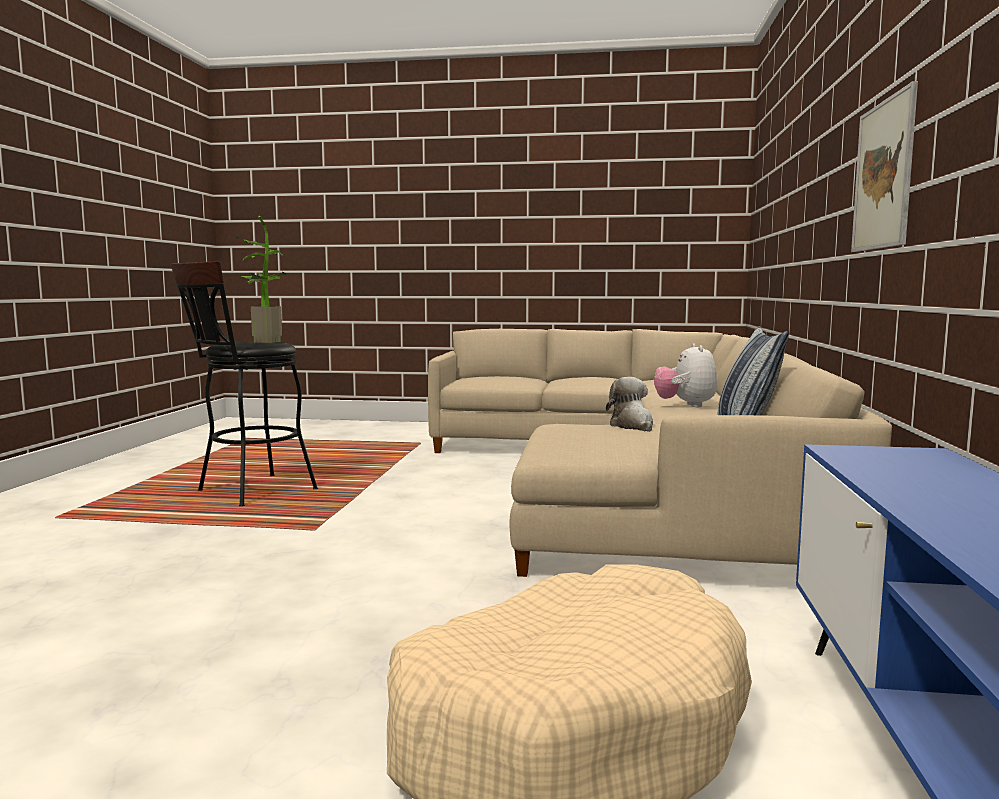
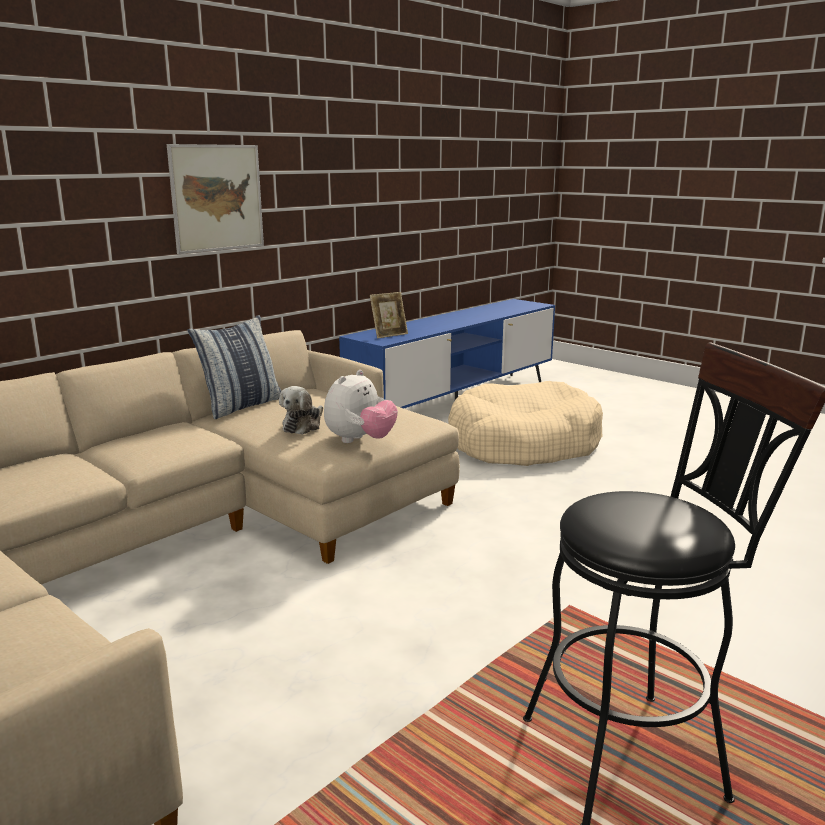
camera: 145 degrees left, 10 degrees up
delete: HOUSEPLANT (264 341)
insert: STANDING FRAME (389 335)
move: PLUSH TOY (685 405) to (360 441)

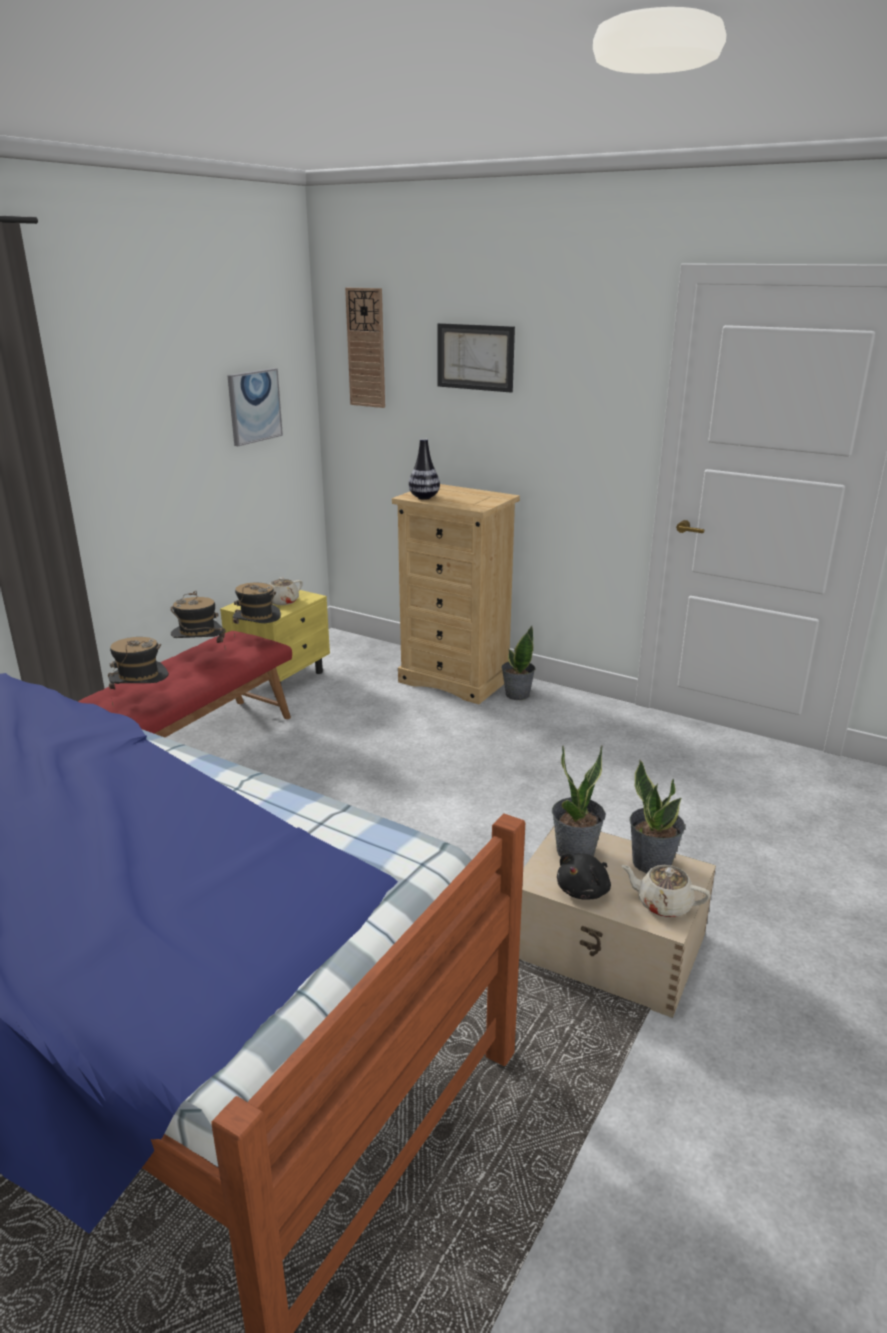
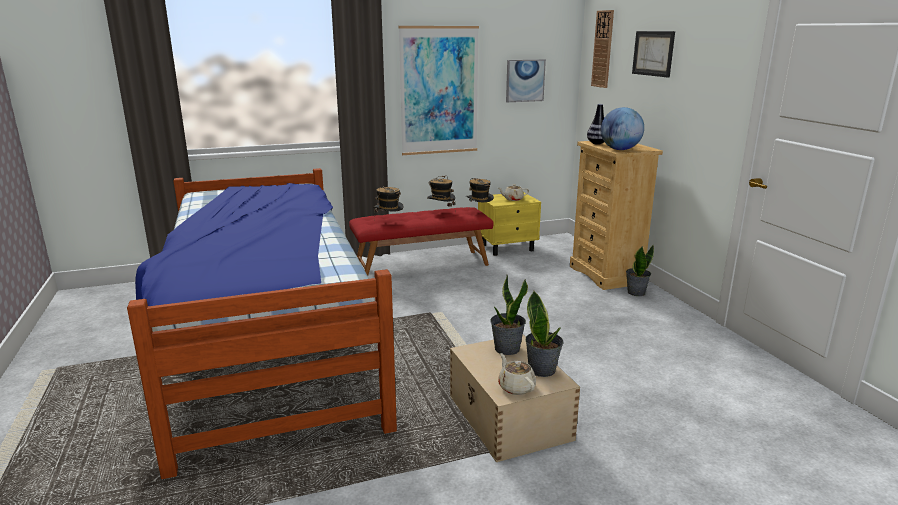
camera: 40 degrees right, 5 degrees down
delete: BLACKISH PLUSH TOY (584 890)
insert: WALL ART (439 91); WORLD GLOBE (620 149)

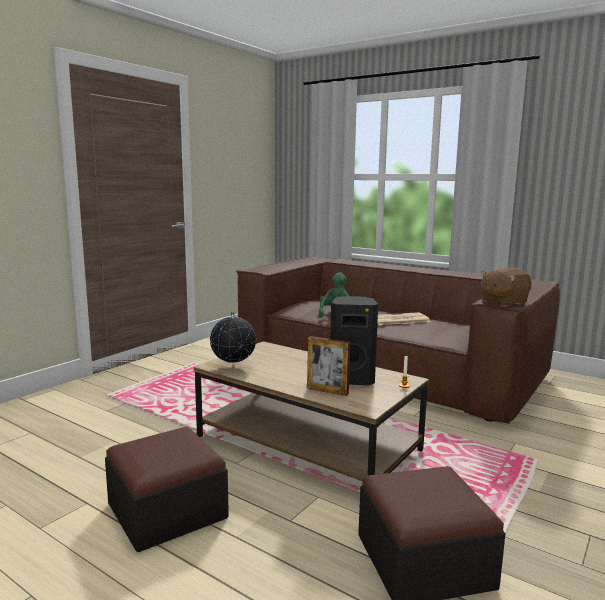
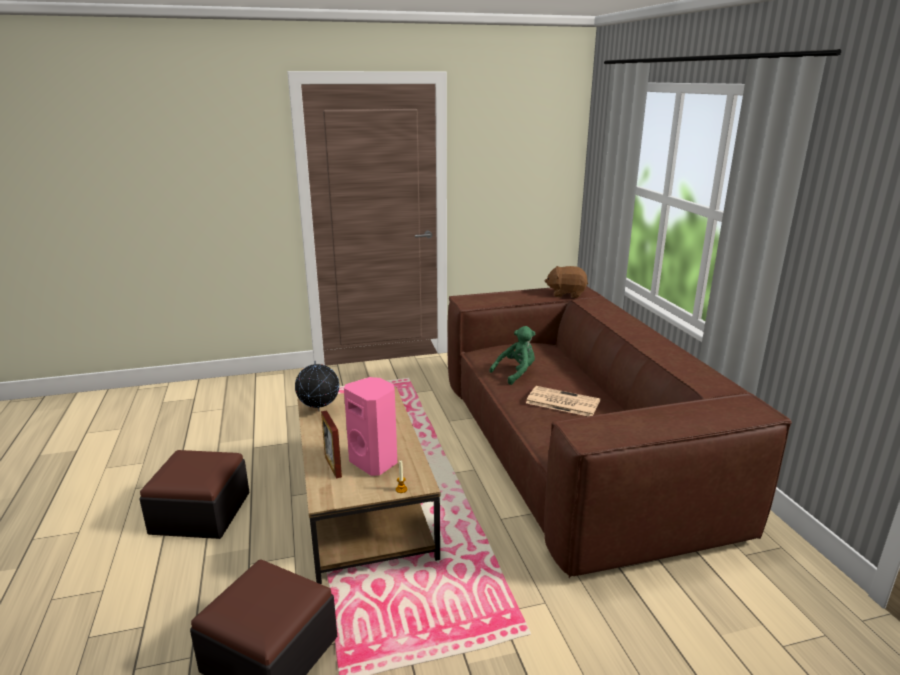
camera: 40 degrees right, 10 degrees up
move: BROWNISH PLUSH TOY (503 302) to (566 294)
recolor: BLACKISH AUDIO SPEAKER (352 379) to PINK AUDIO SPEAKER (375 462)

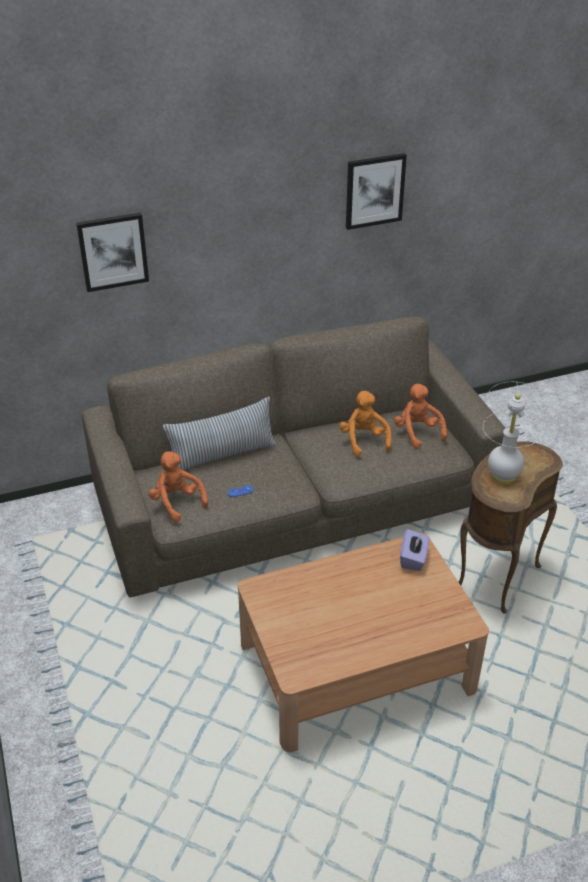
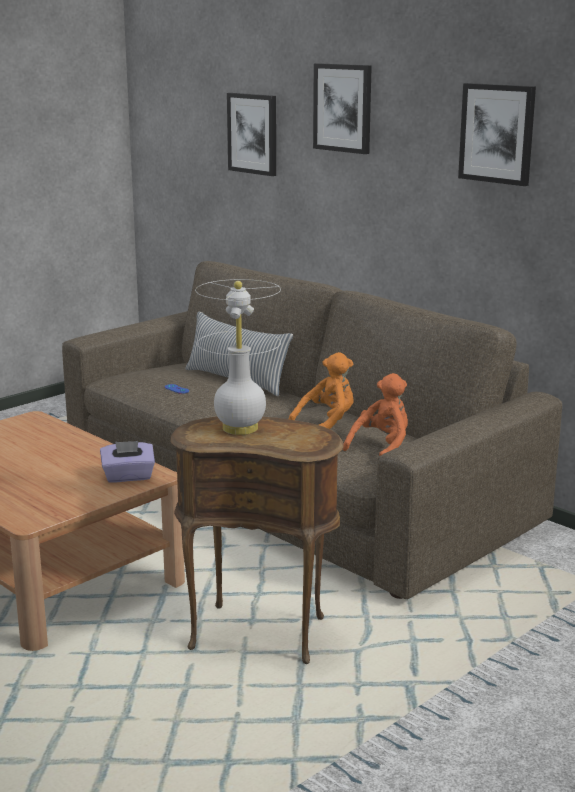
camera: 65 degrees right, 20 degrees down
delete: ORANGEY PLUSH TOY (177 502)
insert: WALL ART (343 108)

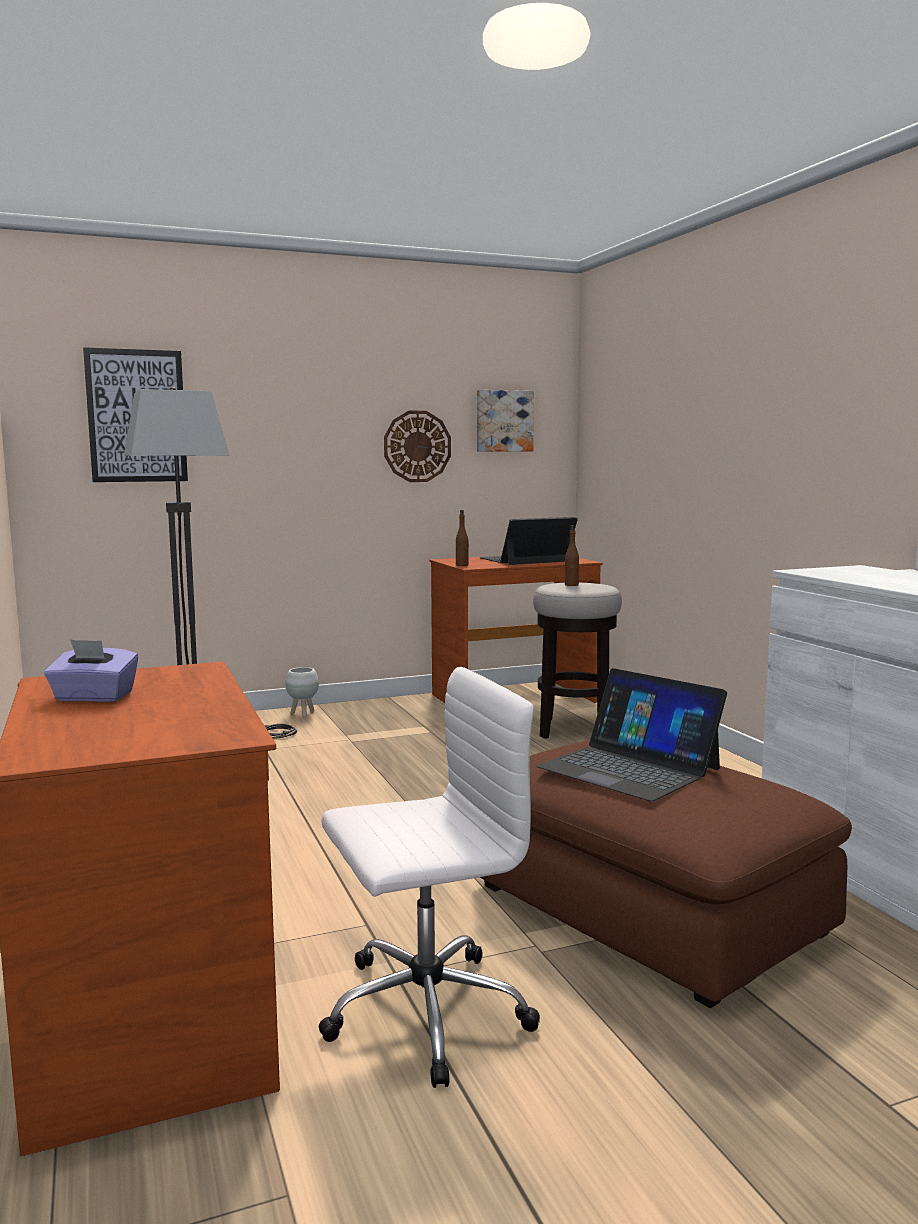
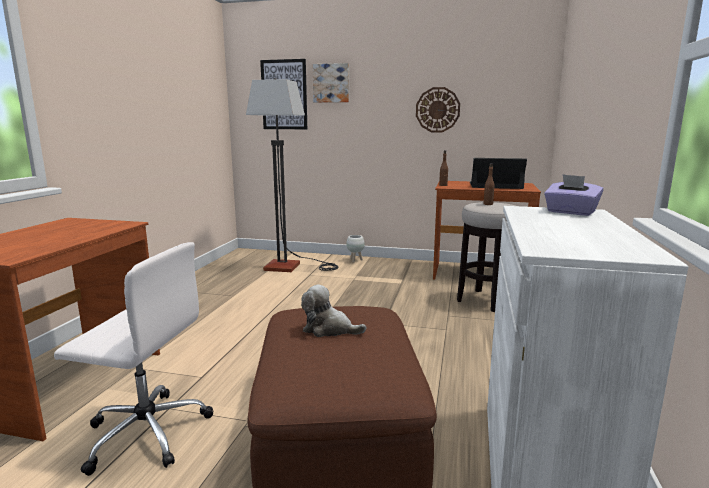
camera: 35 degrees right, 5 degrees up
move: PURPLISH TISSUE HOLDER (93 697) to (570 212); WALL ART (503 421) to (331 83)
replace: PORTABLE COMPUTER (629 767) to PLUSH TOY (329 329)

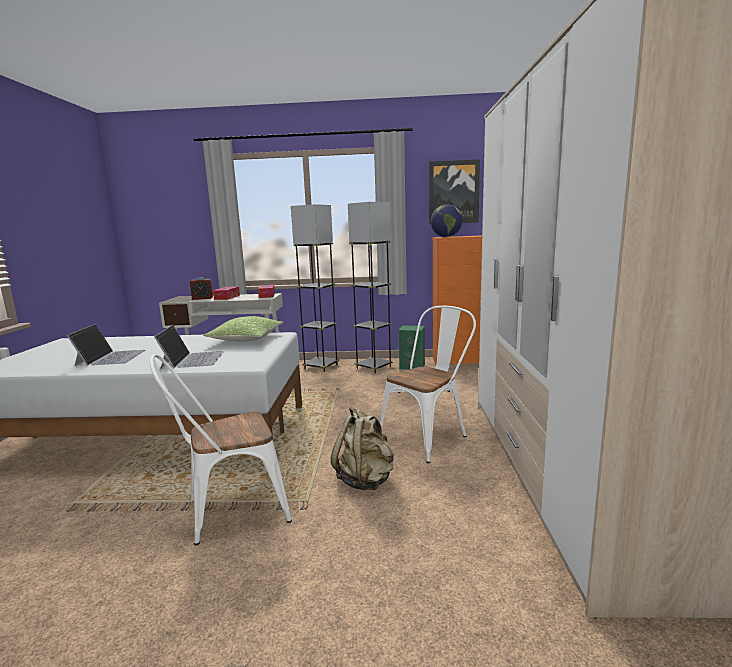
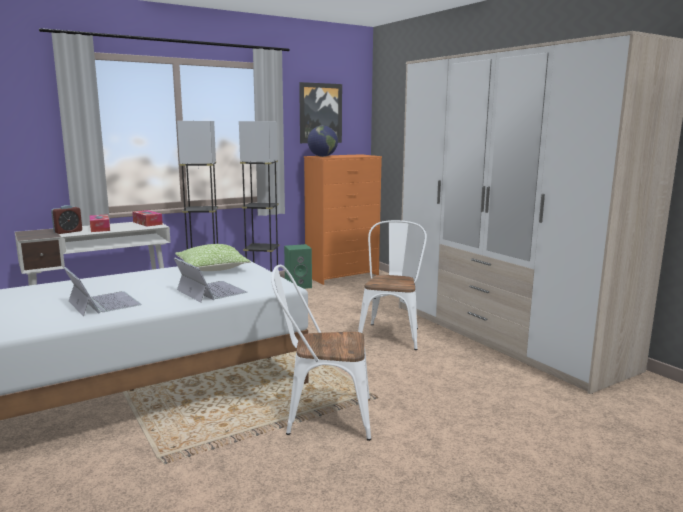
camera: 35 degrees left, 0 degrees up
delete: SAND-COLOURED KNAPSACK (365 480)
rotate: WHITE CHAIR (228 511) = (321 416) 60 degrees clockwise

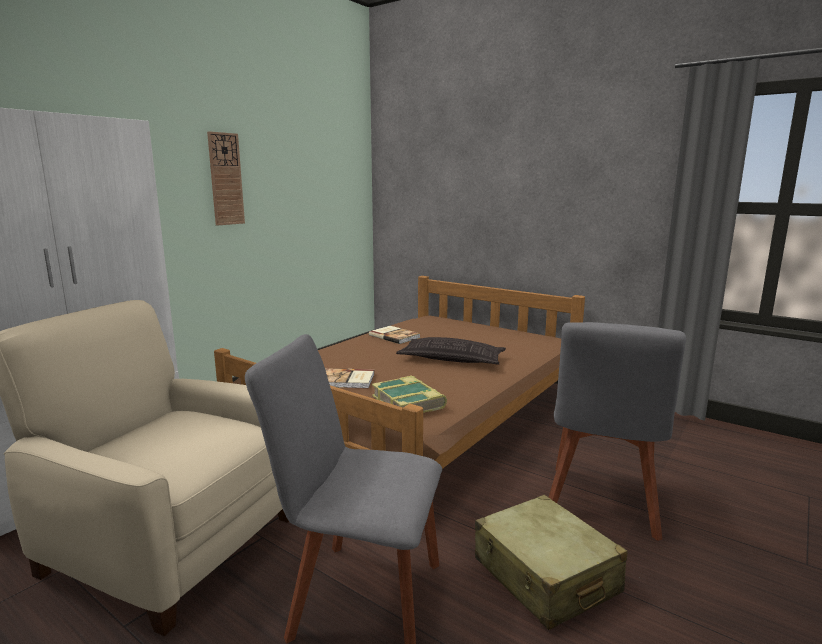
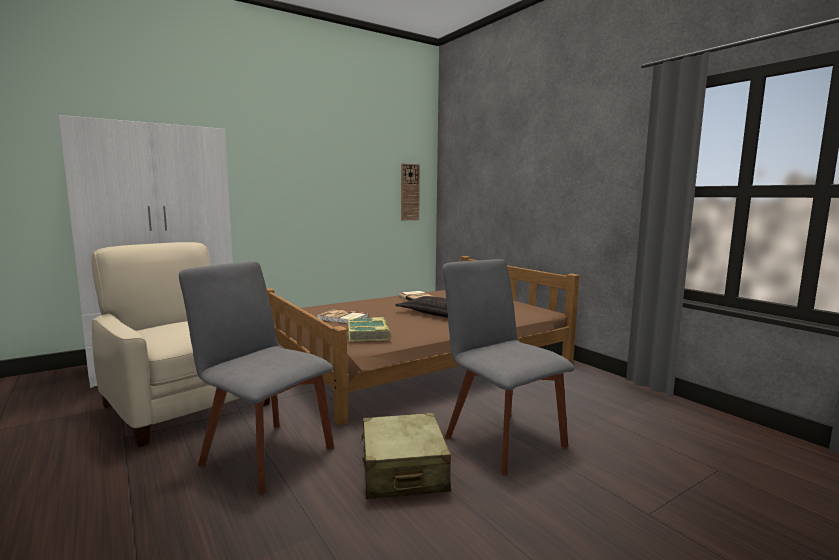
camera: 20 degrees right, 5 degrees down
move: HANGING CLOCK (226 179) to (409 192)
rotate: GREY CHAIR (601 505) = (501 438) 105 degrees clockwise

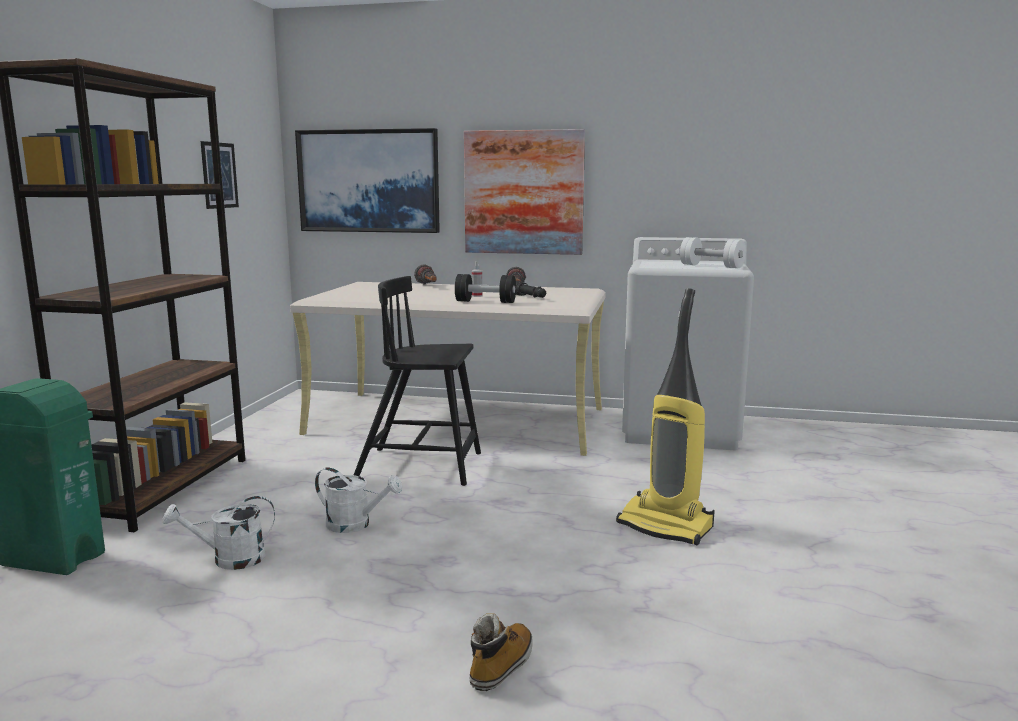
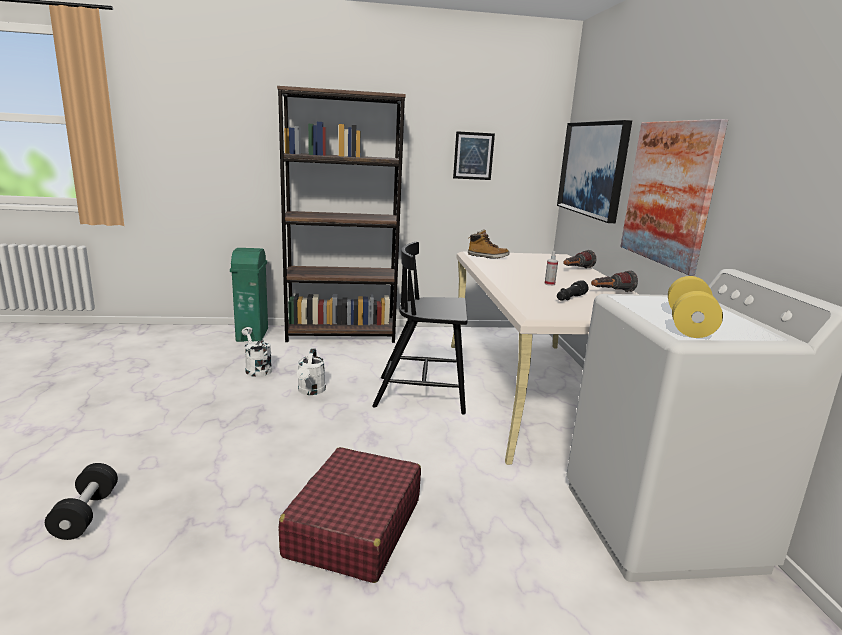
camera: 70 degrees right, 5 degrees up
move: BLACKISH DUMBBELL (485 302) to (86 514); HIGH-TOP BOOT (501 666) to (487 257)
replace: VACUUM (666 526) to RED PIECE OF LUGGAGE (354 527)
recolor: WHITE DUMBBELL (711 266) to YELLOWISH DUMBBELL (688 324)
rotate: BLACKISH CHAIR (422 466) = (423 394) 75 degrees counterclockwise

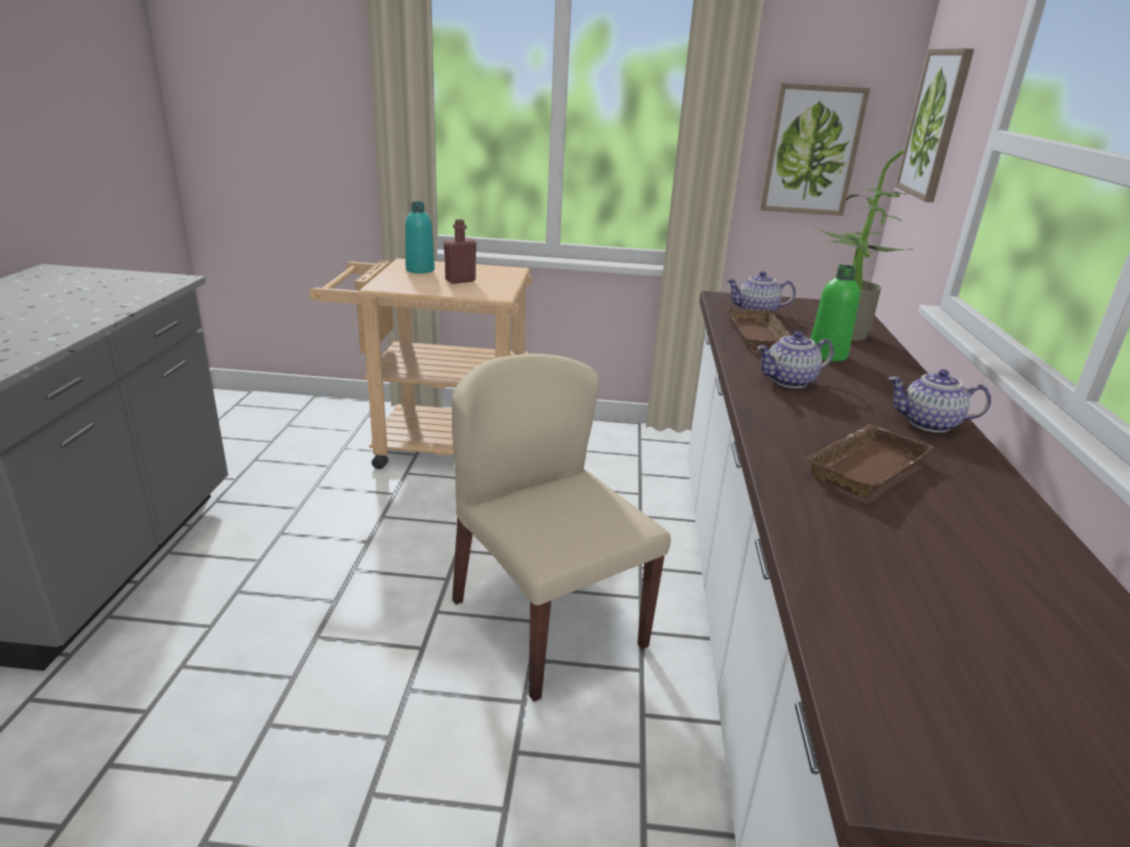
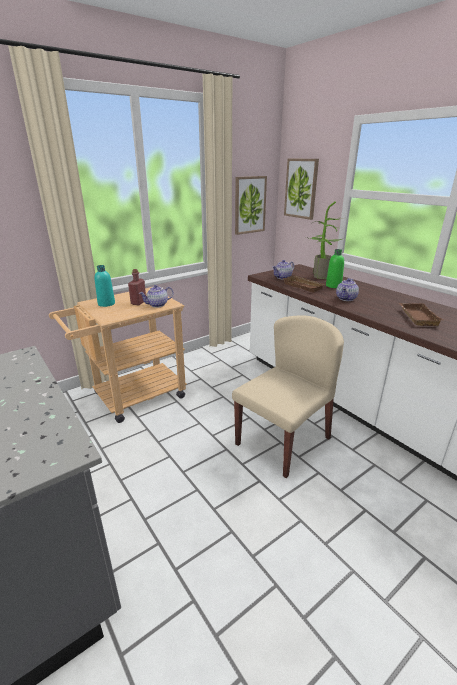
camera: 40 degrees left, 0 degrees up
move: TEAPOT (928 424) to (157 305)
rotate: SAND-COLOURED CHAIR (546 621) = (283 440) 120 degrees clockwise

